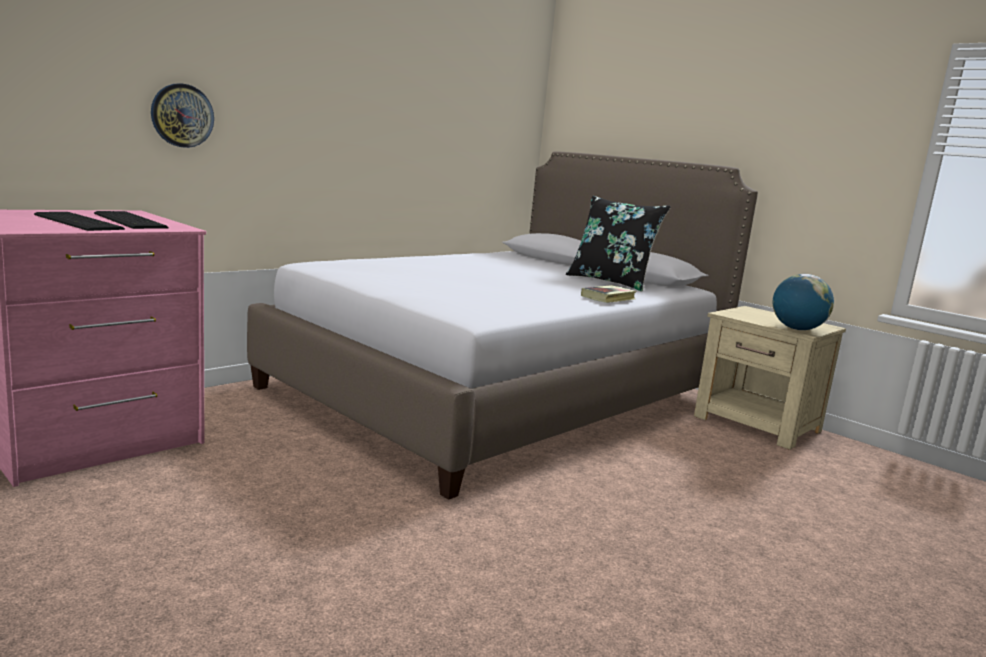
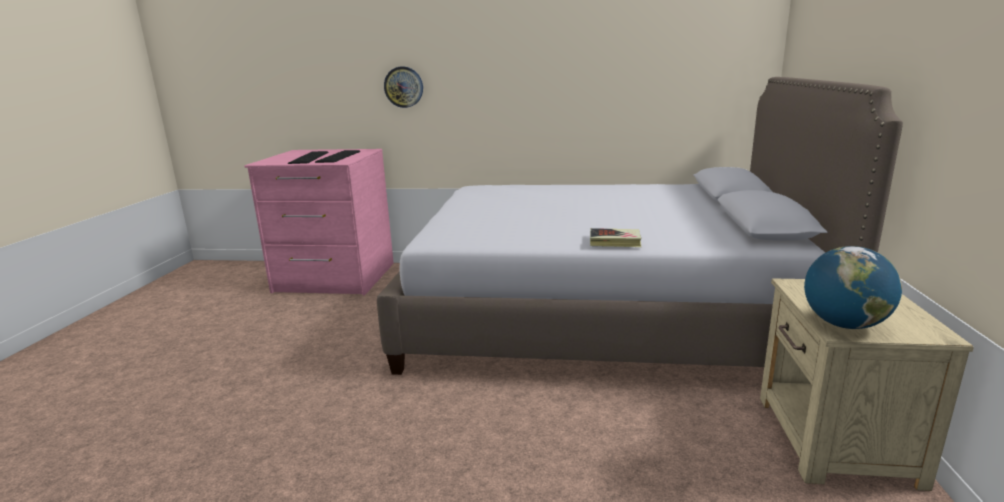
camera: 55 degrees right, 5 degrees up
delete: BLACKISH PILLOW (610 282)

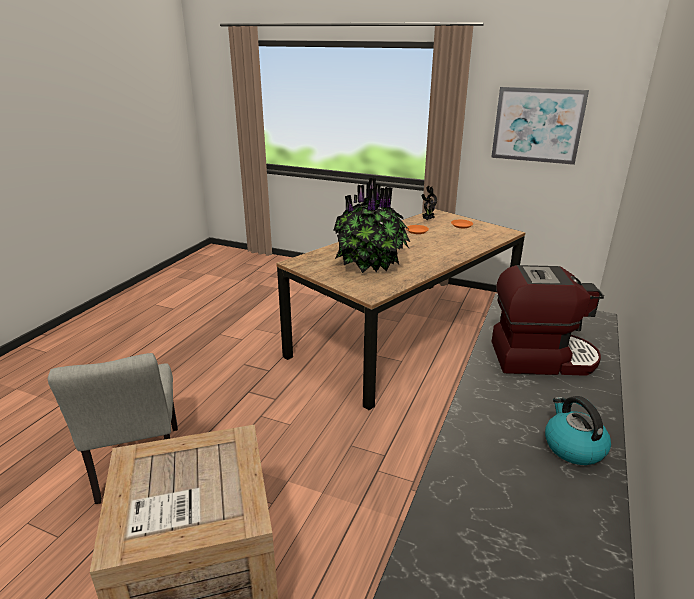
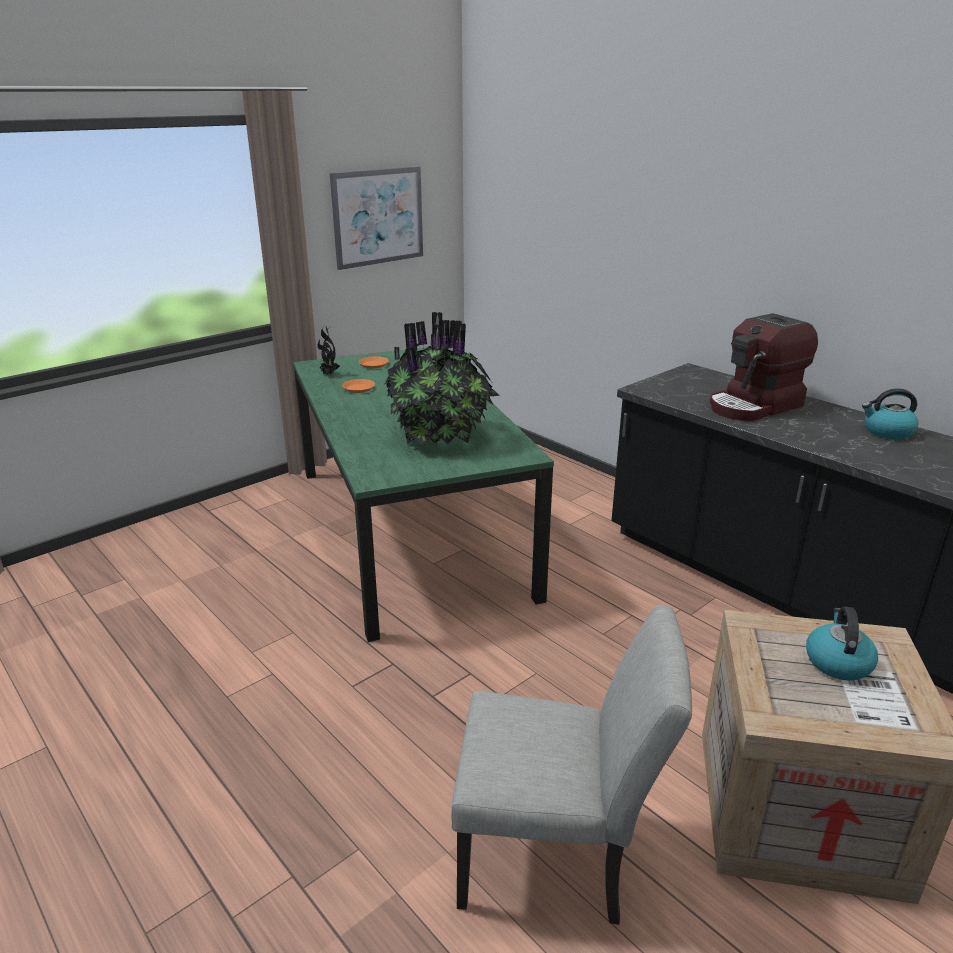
camera: 65 degrees left, 0 degrees up
insert: KETTLE (837 662)
recolor: BROWNISH DINING TABLE (405 335) to GREENISH DINING TABLE (408 529)
rotate: COFFEE MAKER (541 357) = (755 406) 150 degrees counterclockwise

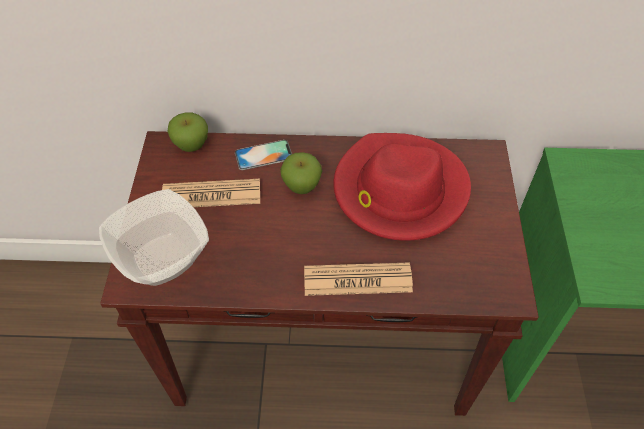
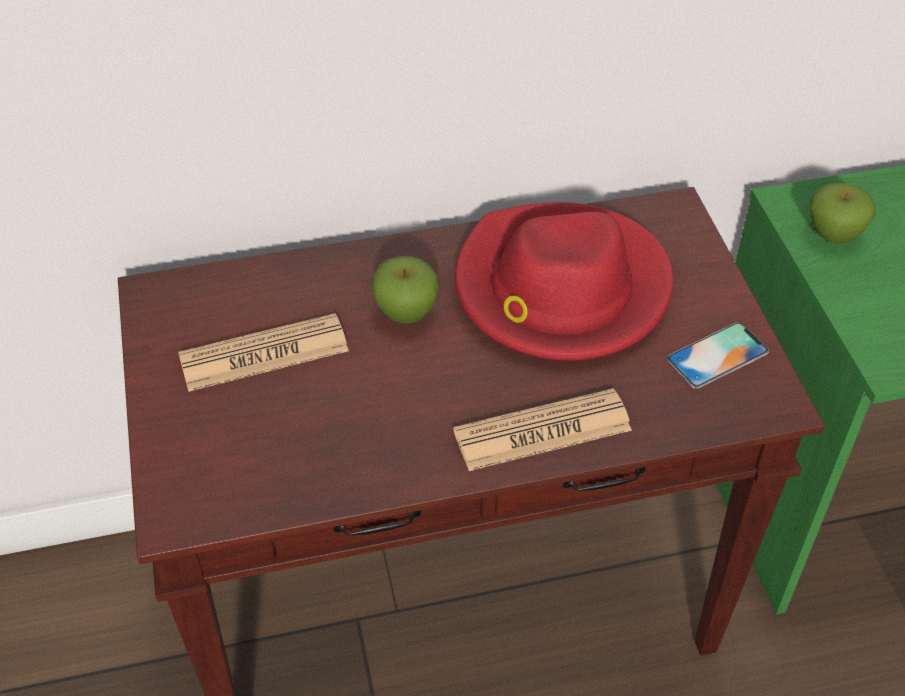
camera: 15 degrees left, 5 degrees down
delete: SERVING BOWL (162 261)
move: APPLE FRUIT (191 145) to (833 235); TELEPHONE (263 155) to (717 355)

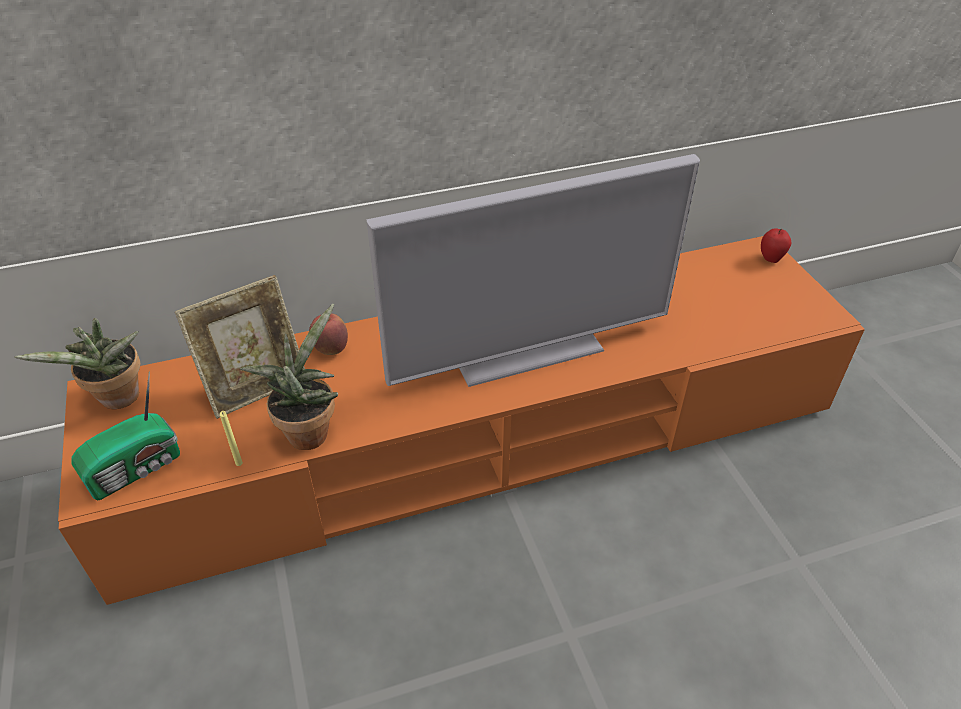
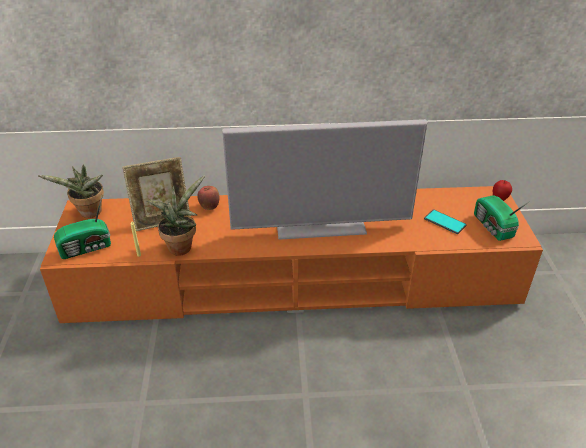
camera: 15 degrees right, 5 degrees down
insert: TELEPHONE (444 222); RADIO RECEIVER (493 227)

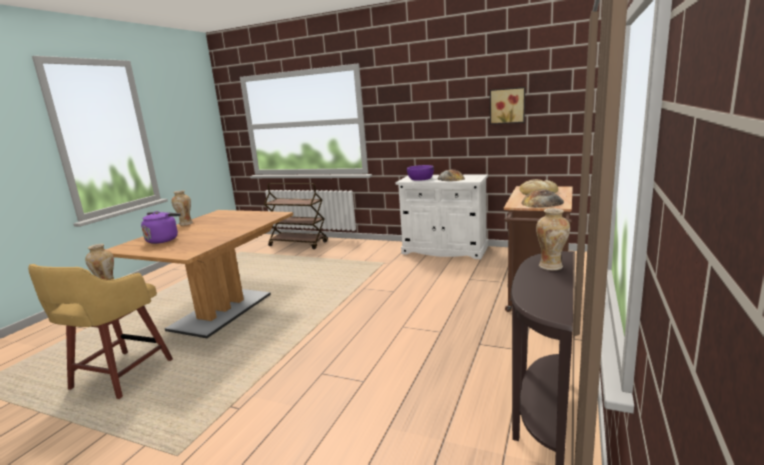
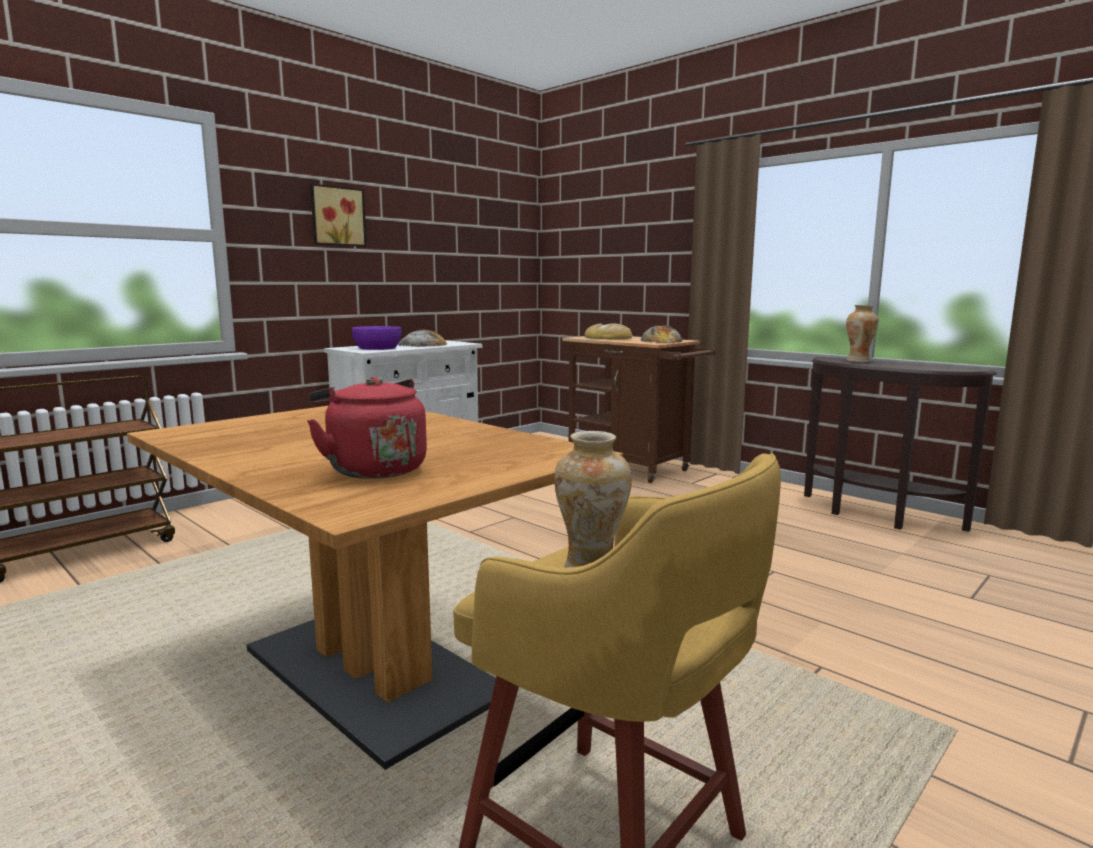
camera: 70 degrees left, 5 degrees down
delete: FLOWER VASE (185 224)
move: WALL ART (507 106) to (337 216)
recolor: PURPLISH KETTLE (164 239) to RED KETTLE (373 469)

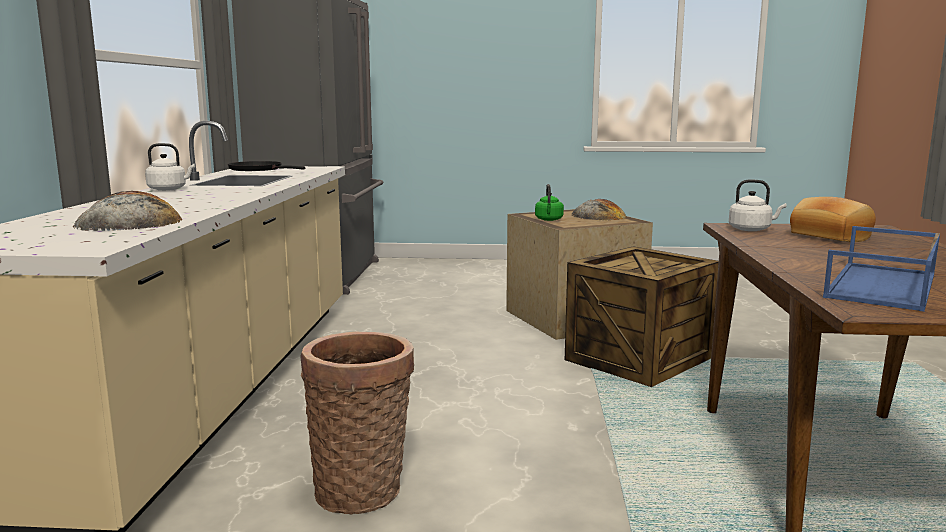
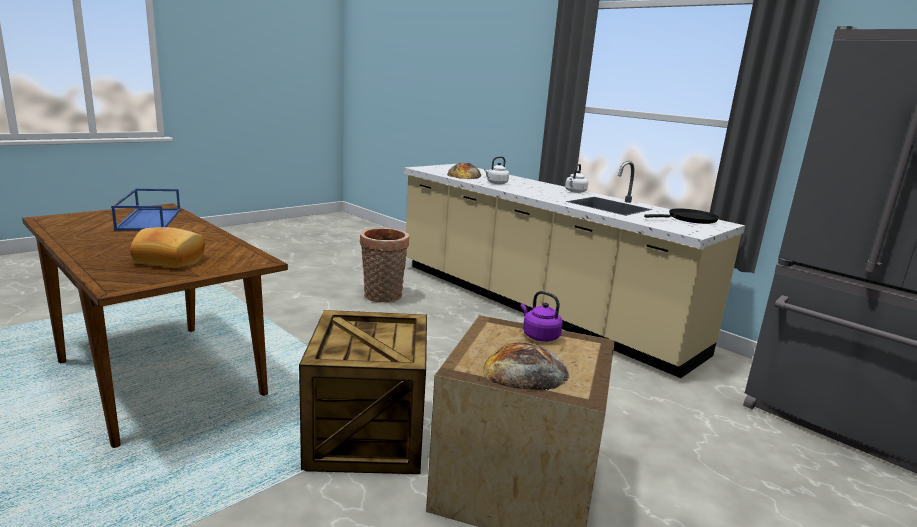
camera: 130 degrees right, 5 degrees up
move: WHITE KETTLE (752 229) to (496 183)
recolor: GREENISH KETTLE (549 220) to PURPLISH KETTLE (539 336)

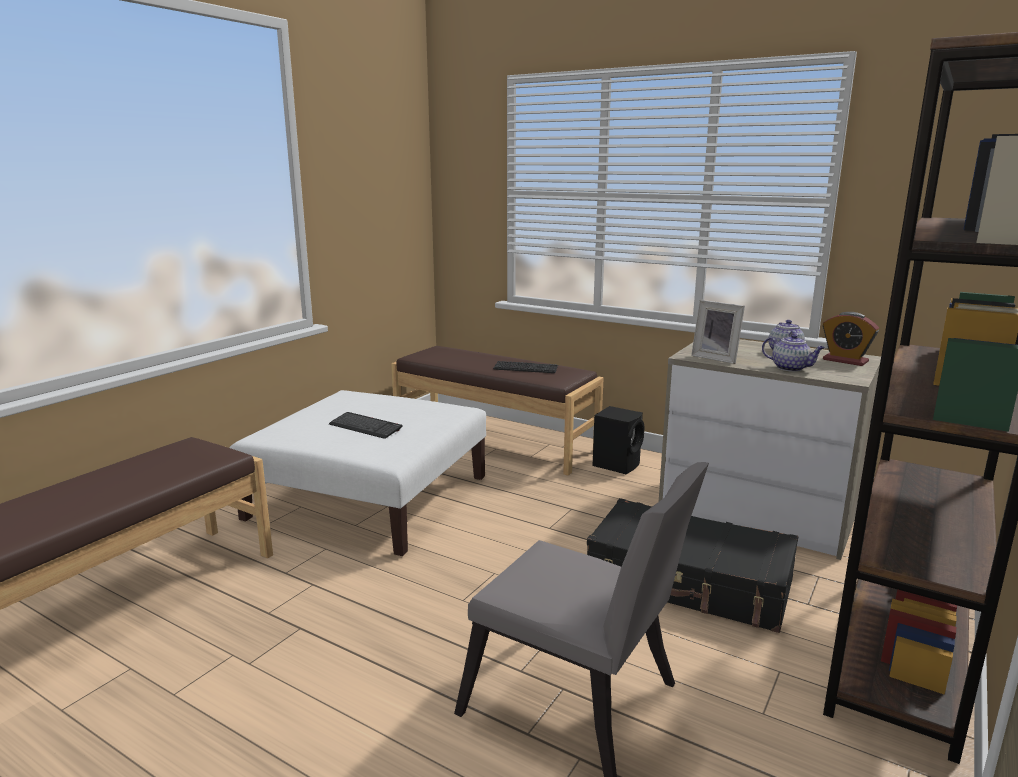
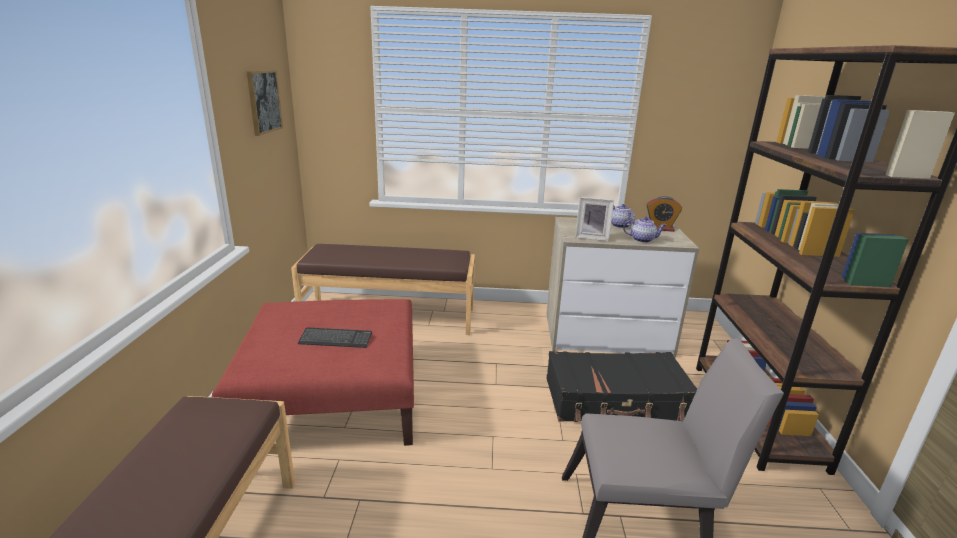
camera: 30 degrees left, 5 degrees up
delete: KEYBOARD (525 369); BLACKISH AUDIO SPEAKER (617 464)
insert: WALL ART (263 101)
recolor: WHITE POUFFE (371 497) to RED POUFFE (334 396)

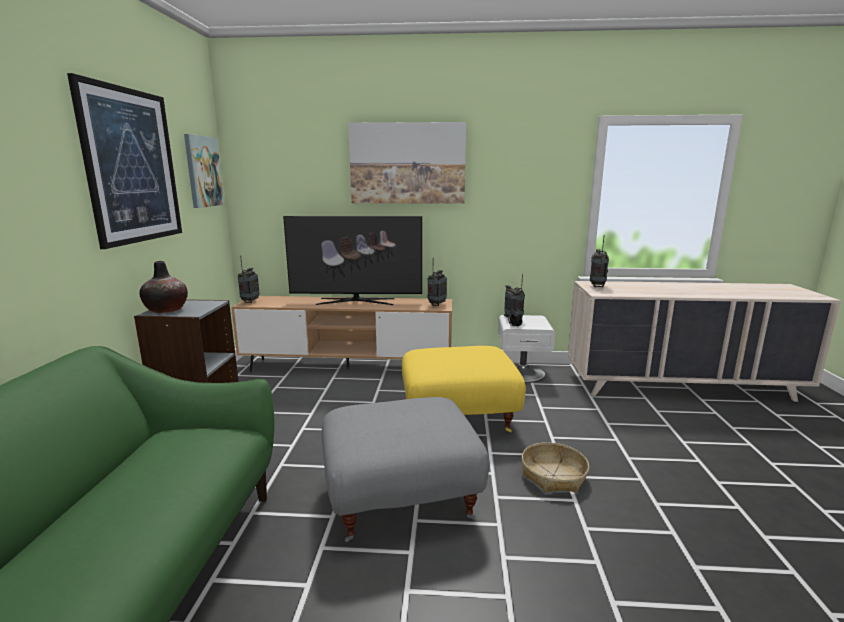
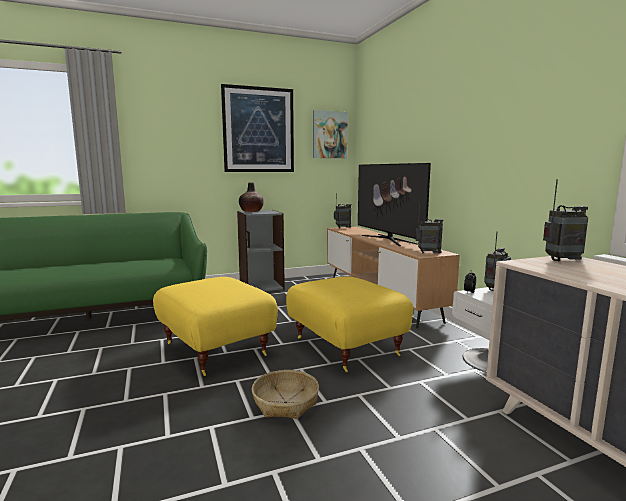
camera: 65 degrees right, 5 degrees down
delete: WALL ART (407 163)
recolor: GREY POUFFE (401 498) to YELLOWISH POUFFE (217 349)

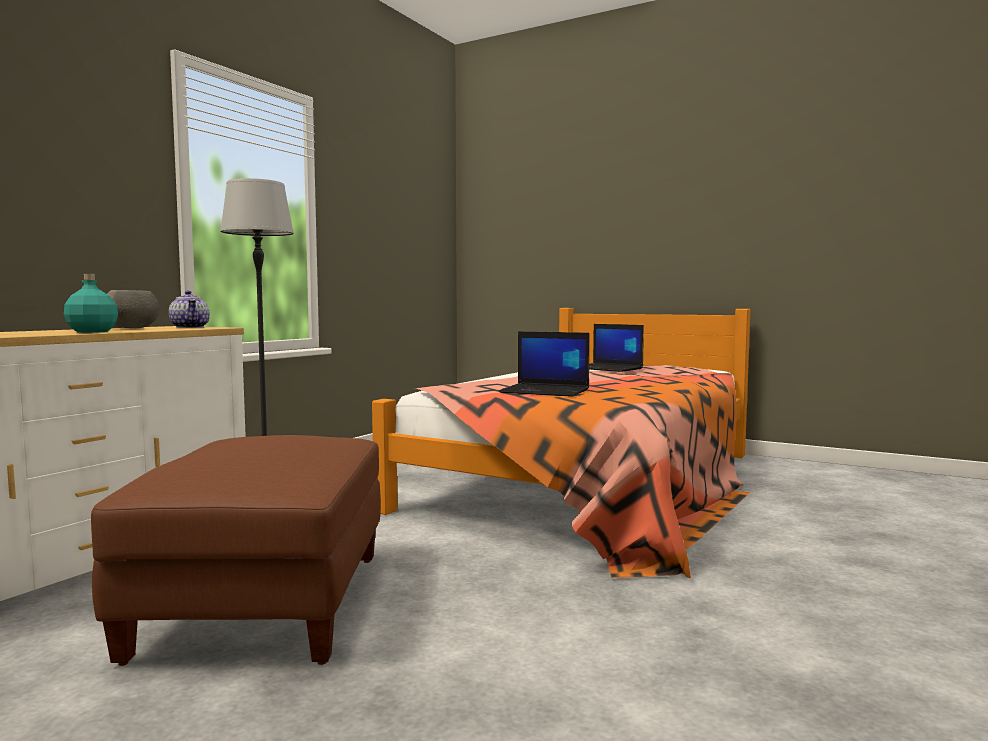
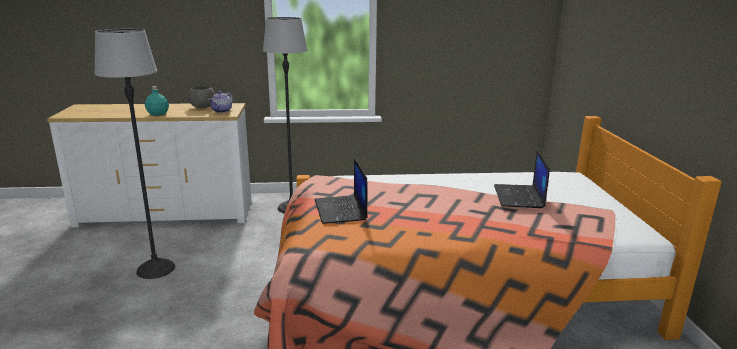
camera: 55 degrees right, 15 degrees up
replace: BROWNISH POUFFE (264 604) to STANDARD LAMP (156 269)

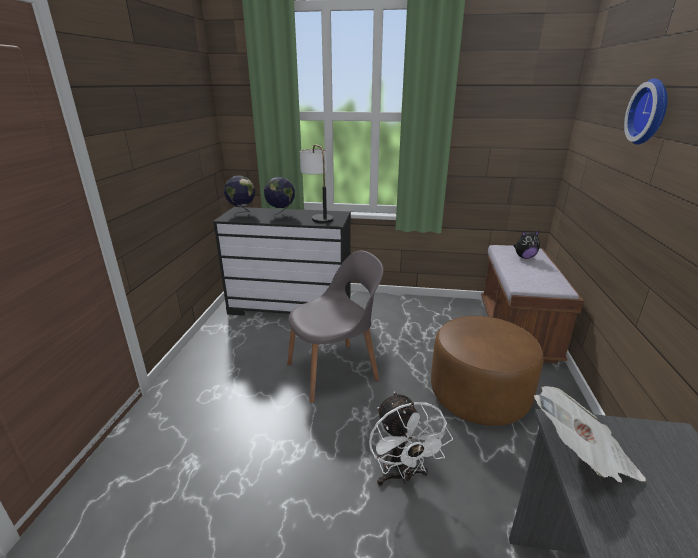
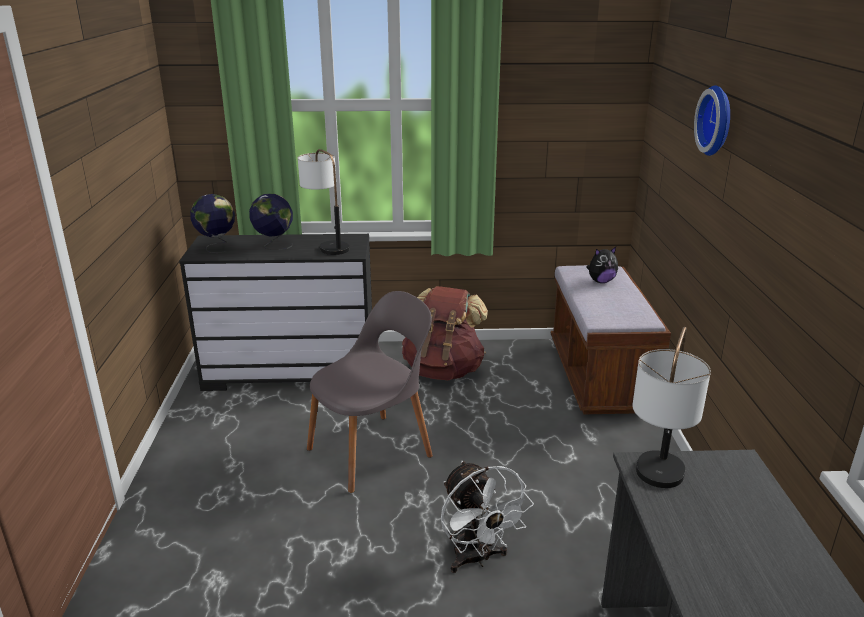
camera: 10 degrees left, 0 degrees up
delete: BROWNISH POUFFE (479 395)
insert: BROWNISH KNAPSACK (444 370)
replace: DAILY PAPER (581 454) to TABLE LAMP (655 486)

